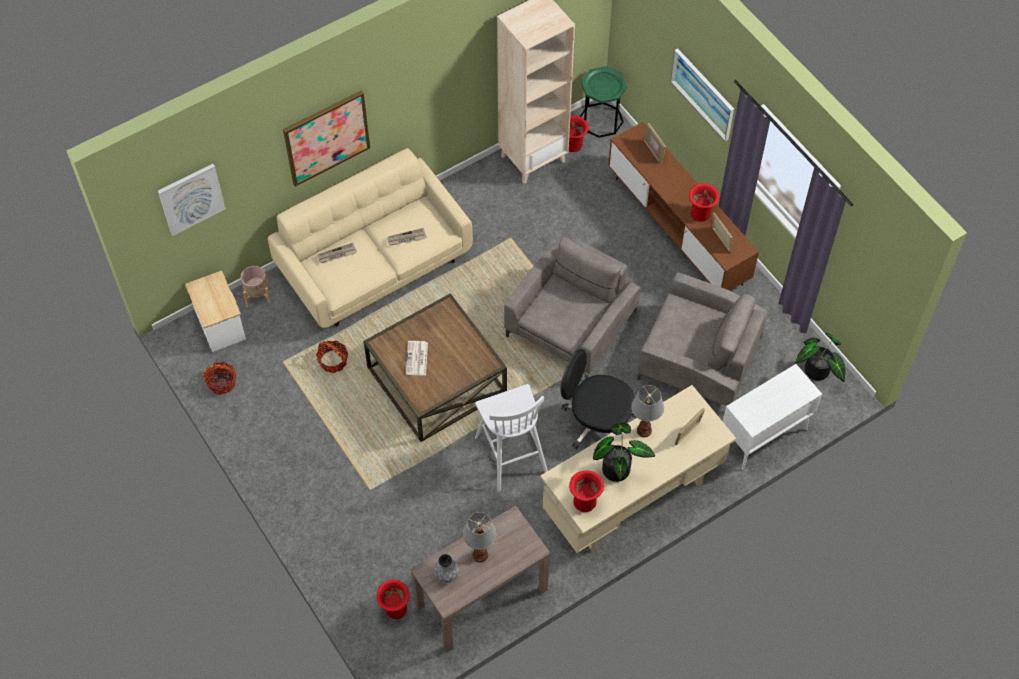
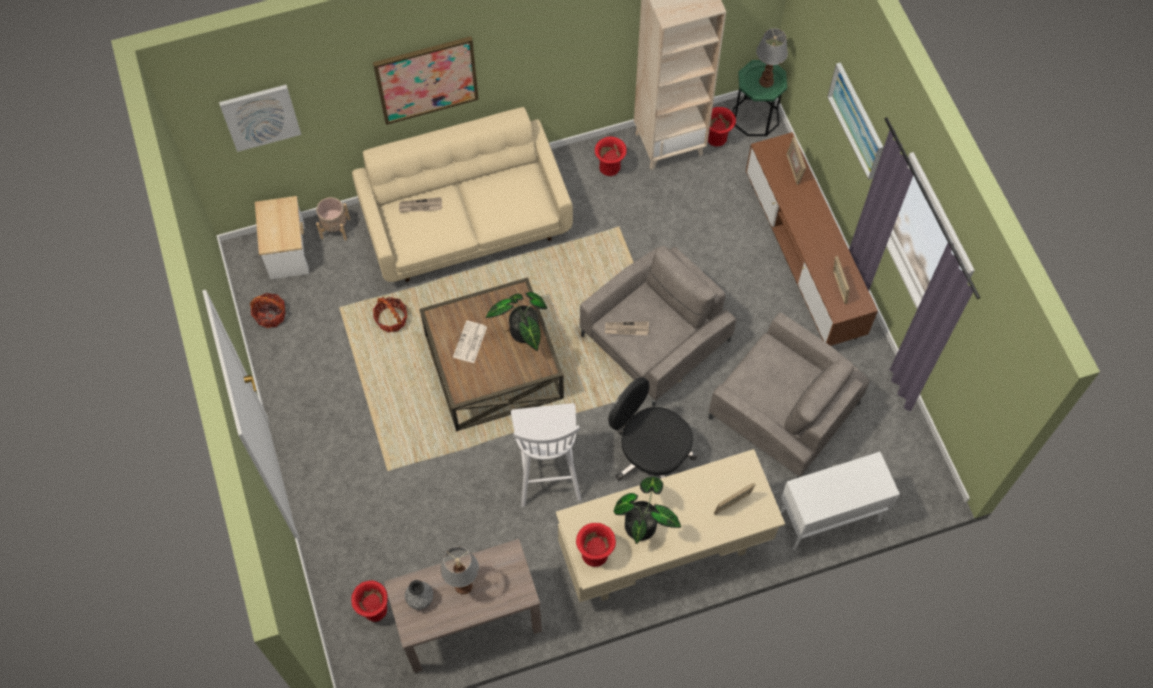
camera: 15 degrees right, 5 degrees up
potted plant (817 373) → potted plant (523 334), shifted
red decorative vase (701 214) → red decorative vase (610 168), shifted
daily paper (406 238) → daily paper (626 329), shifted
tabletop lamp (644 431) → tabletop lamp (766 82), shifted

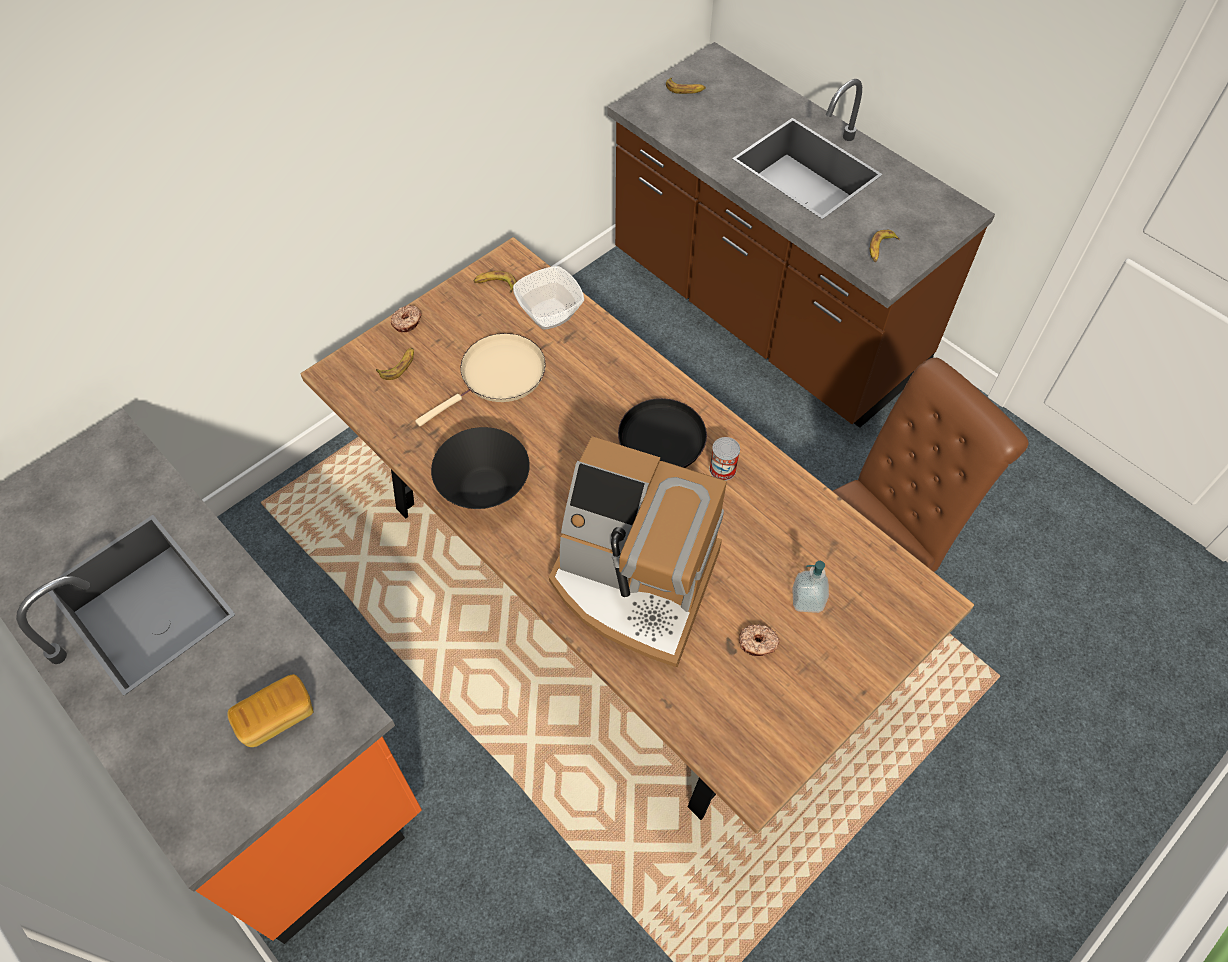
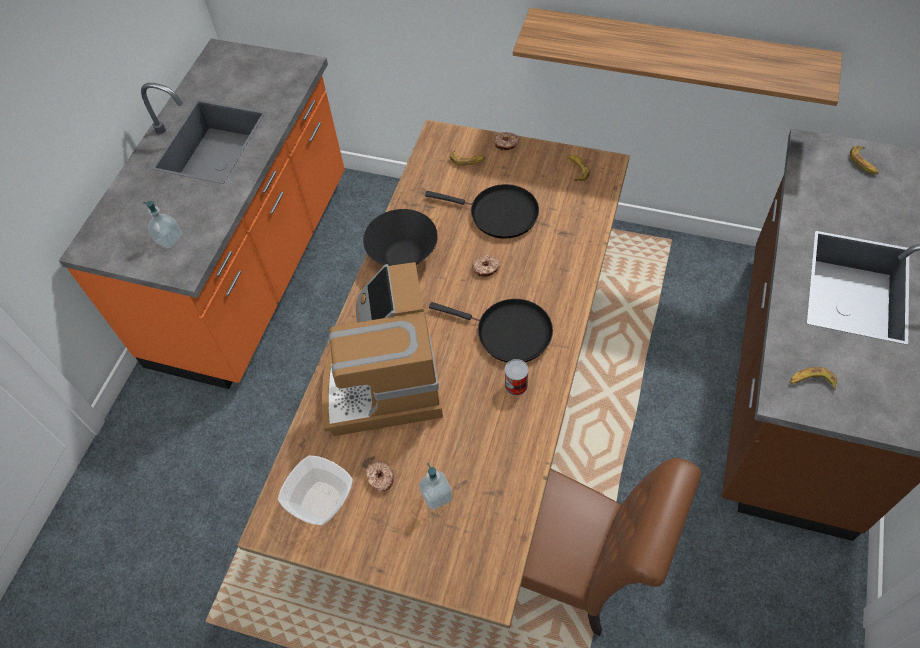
camera: 65 degrees right, 0 degrees up
baked bread (276 717) → soap bottle (169 239)
bowl (550 313) → bowl (322 500), shifted
beige skillet (498 376) → black skillet (499 214)
- → doughnut (486 268)
- → wall shelf (675 53)

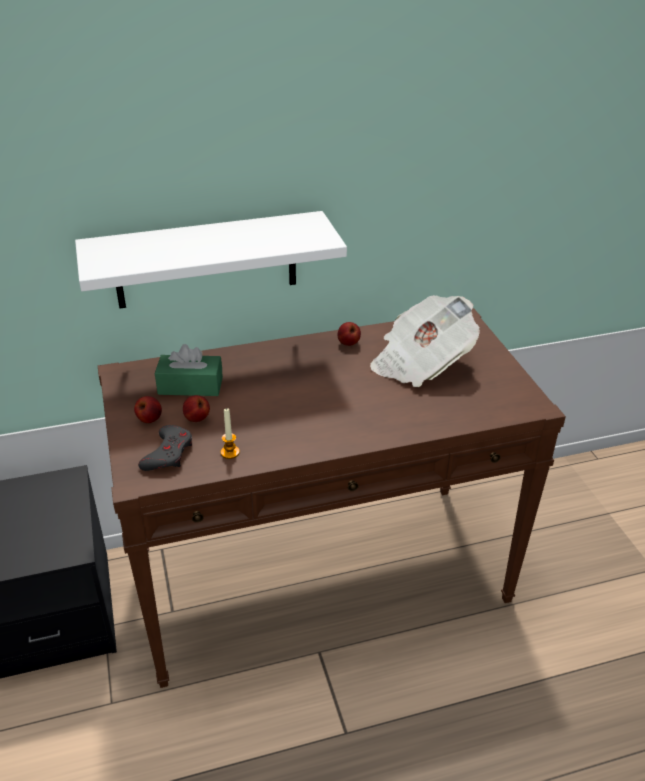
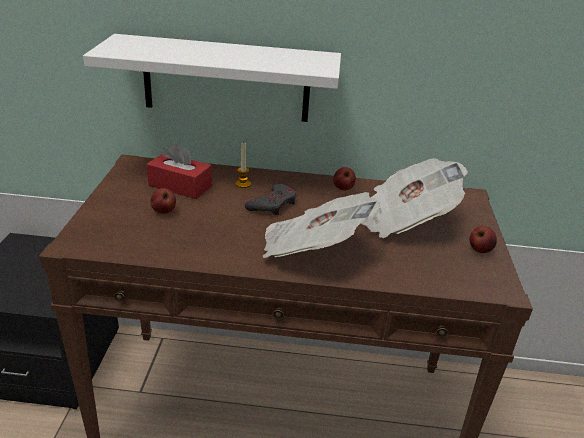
camera: 20 degrees right, 5 degrees down
green-coloured tissue holder (190 386) → red tissue holder (180 186)
candle (230 452) → candle (243 184), shifted
grey joypad (168 453) → grey joypad (273 204), shifted
- → daily paper (312 249)
apple (149 419) → apple (479 250), shifted

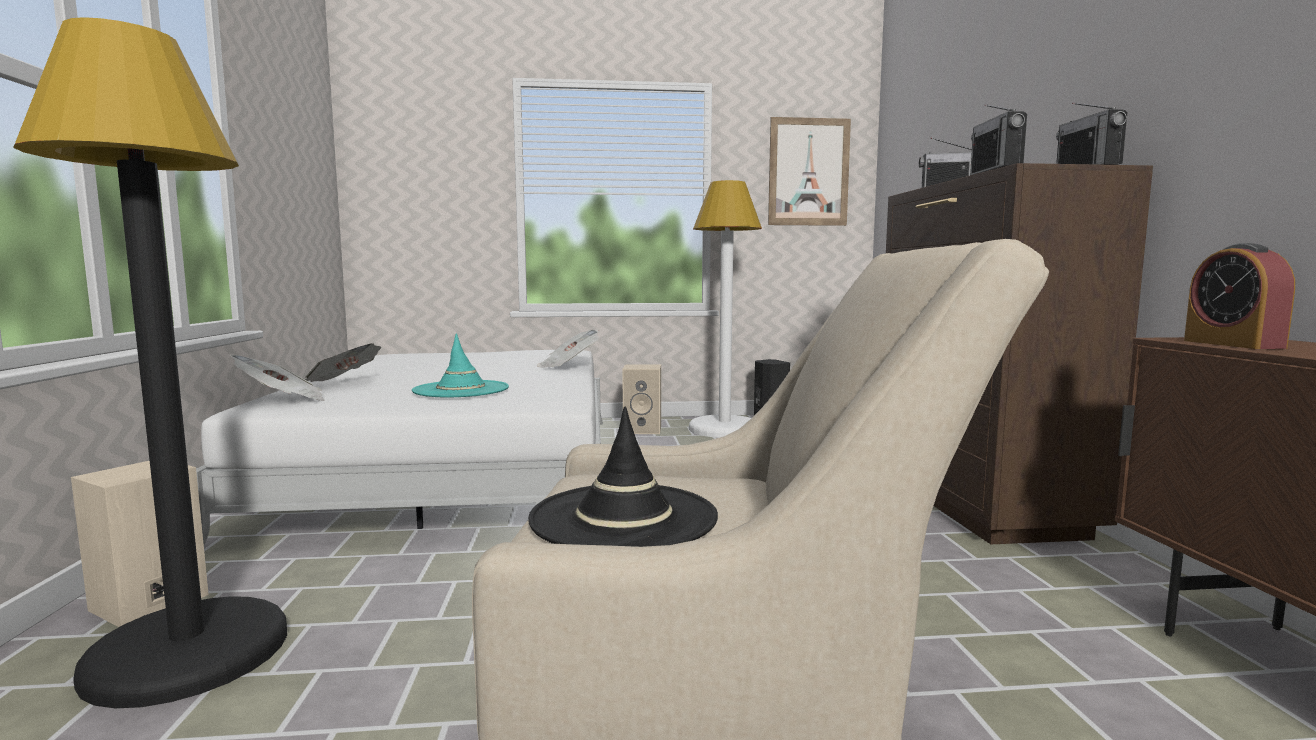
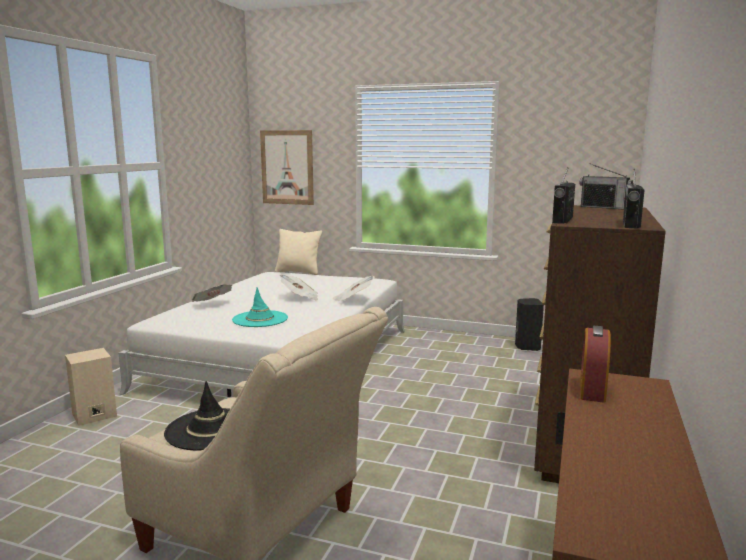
camera: 25 degrees right, 5 degrees up
picture (808 172) → picture (287 167), shifted
- → beige pillow (298 272)
daily paper (283 401) → daily paper (300 298), shifted
black standing lamp (188 653) → -
beige loudspeaker (643 430) → -
white-coloured standing lamp (724 429) → -

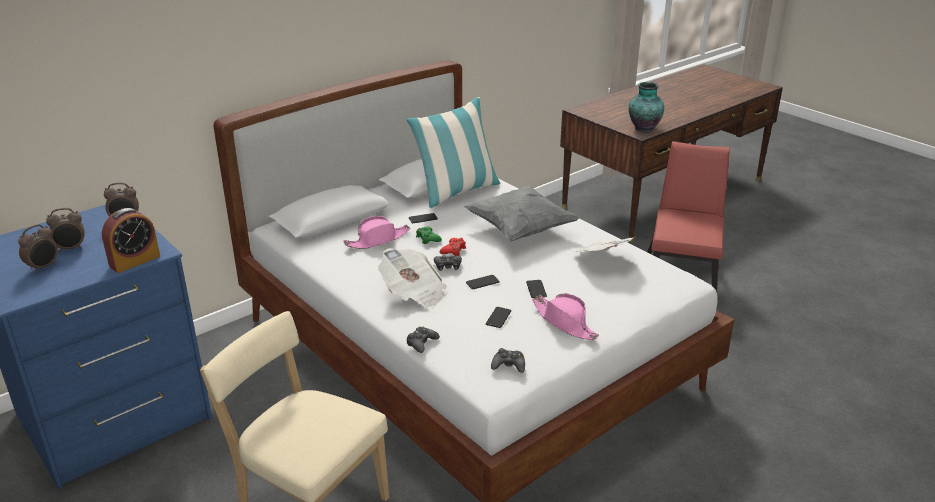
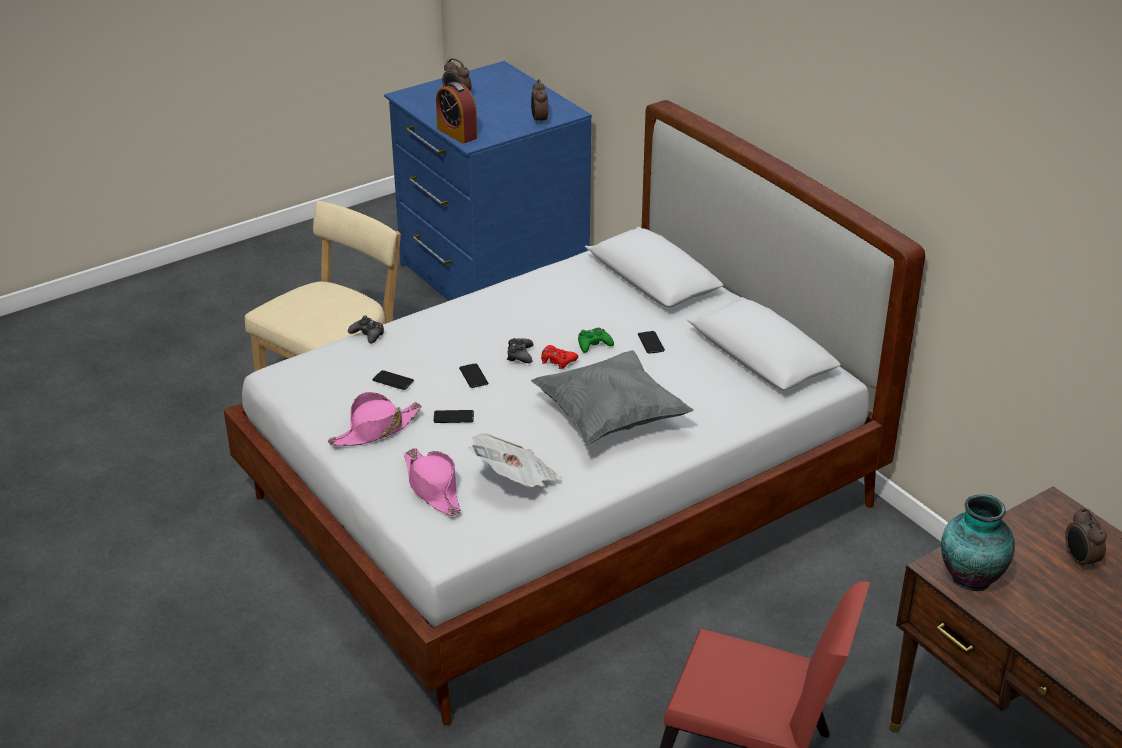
camera: 95 degrees right, 5 degrees up
pink-coloured hat (377 240) → pink-coloured hat (433 488), shifted
table clock (71 248) → table clock (1079 561), shifted
daily paper (413 293) → -
pillow (456 192) → -
black joypad (508 365) → -

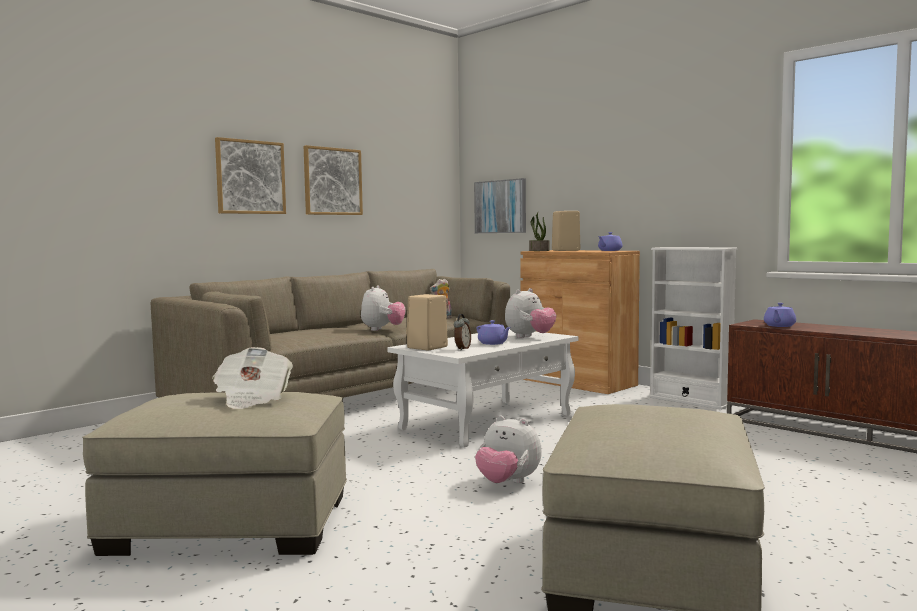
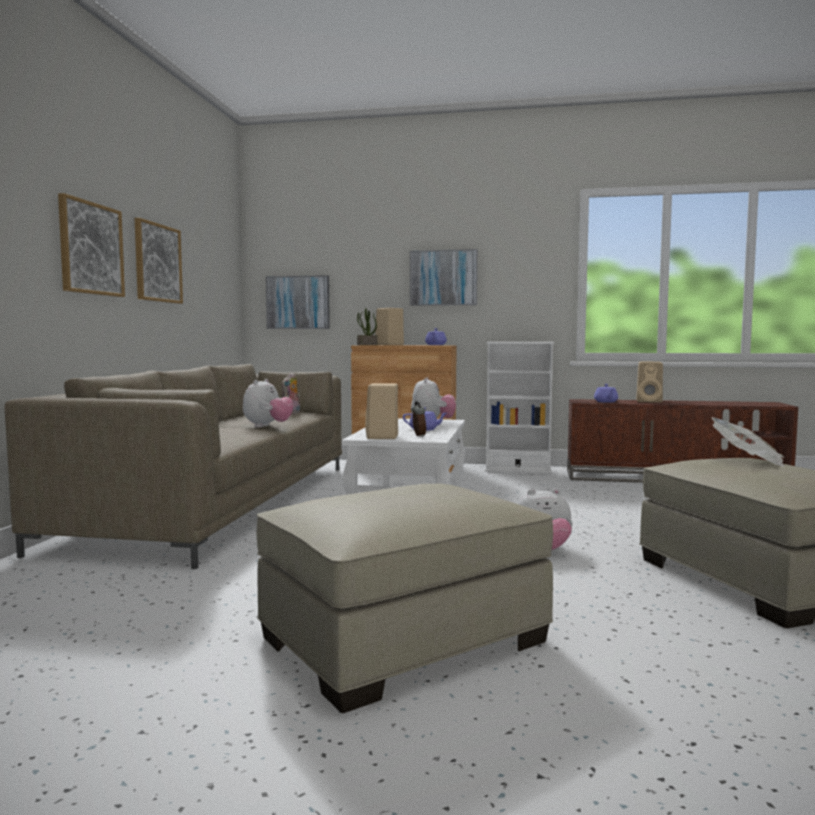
camera: 35 degrees left, 0 degrees up
soft toy (382 329) → soft toy (267 426), 45 degrees clockwise
- → picture (443 278)
- → beige loudspeaker (650 401)
daily paper (252 399) → daily paper (748 461), shifted

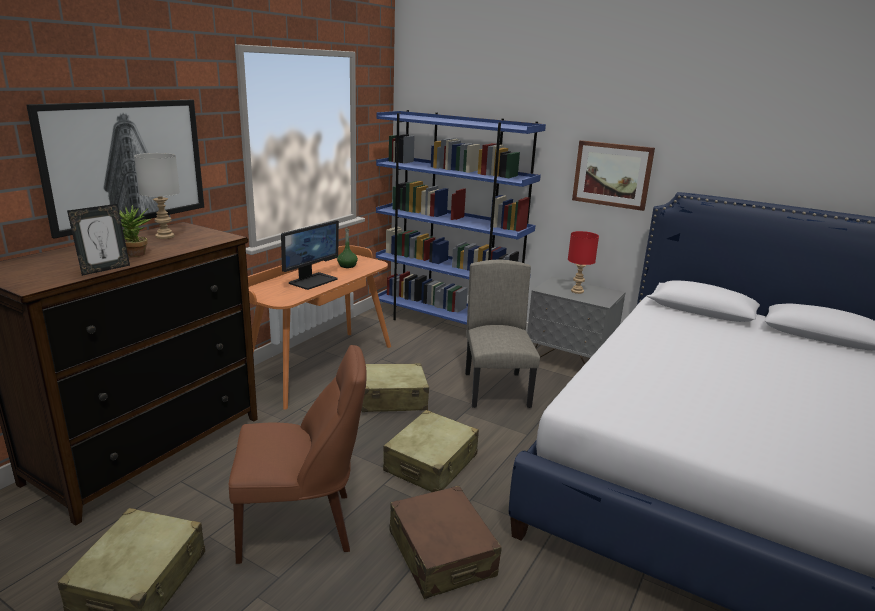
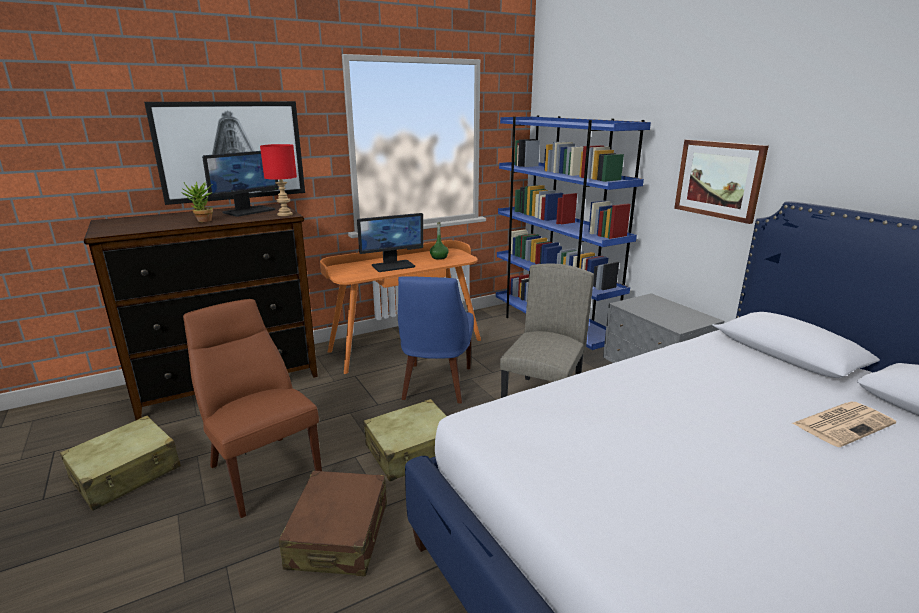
camera: 30 degrees right, 0 degrees up
brown-coloured plain chair (302 525) → brown-coloured plain chair (262 470), 150 degrees counterclockwise
grey tabletop lamp (164 236) → monitor (249 211)
red tabletop lamp (576 291) → red tabletop lamp (285 214), shifted
beige piece of luggage (391 399) → blue plain chair (435 385)
- → daily paper (843 423)
picture frame (104 269) → -

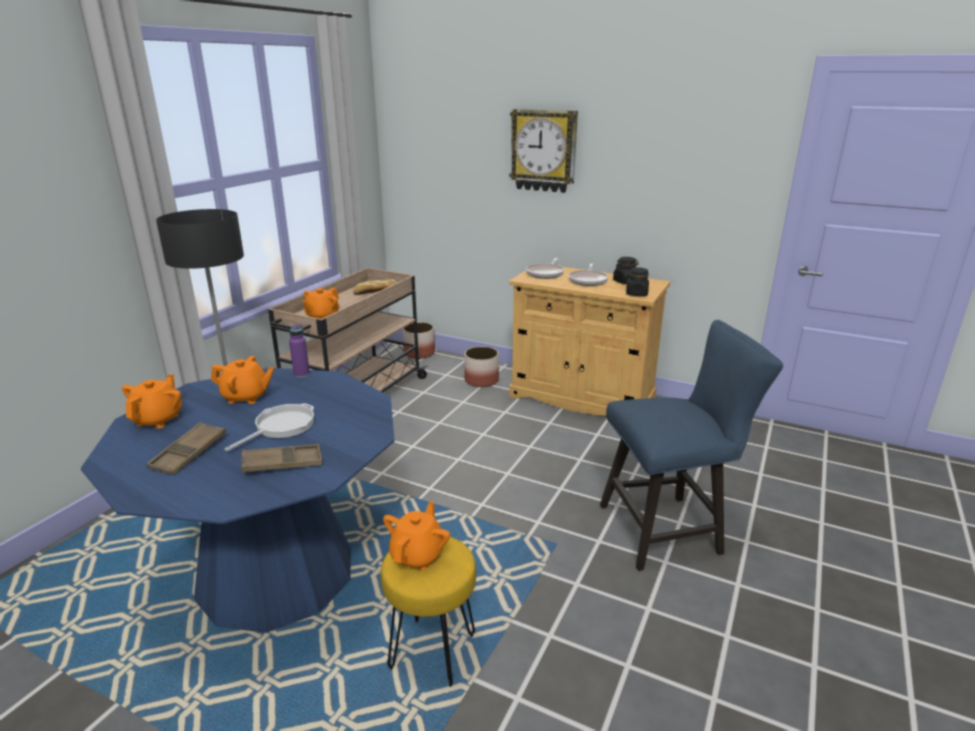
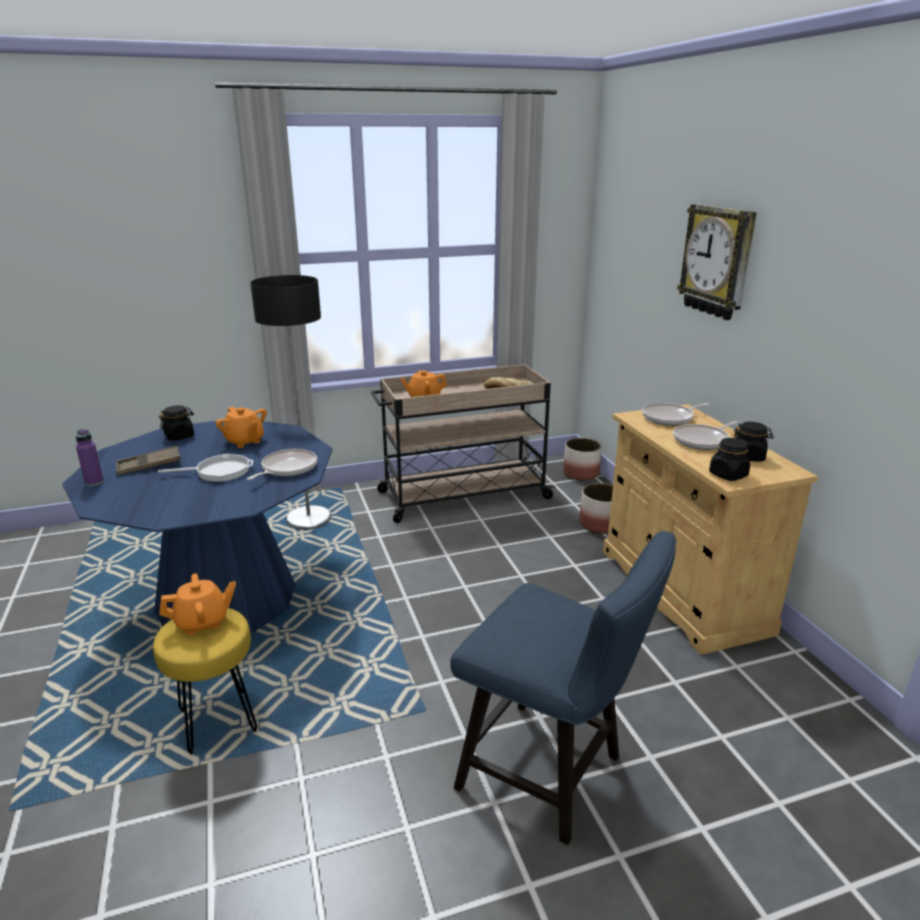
camera: 45 degrees right, 0 degrees up
purplish bottle (301 374) → purplish bottle (94 482), shifted
orangey teapot (158 419) → black storage jar (179 436)
- → skillet (287 468)
brown-coloured tray (282 463) → -

